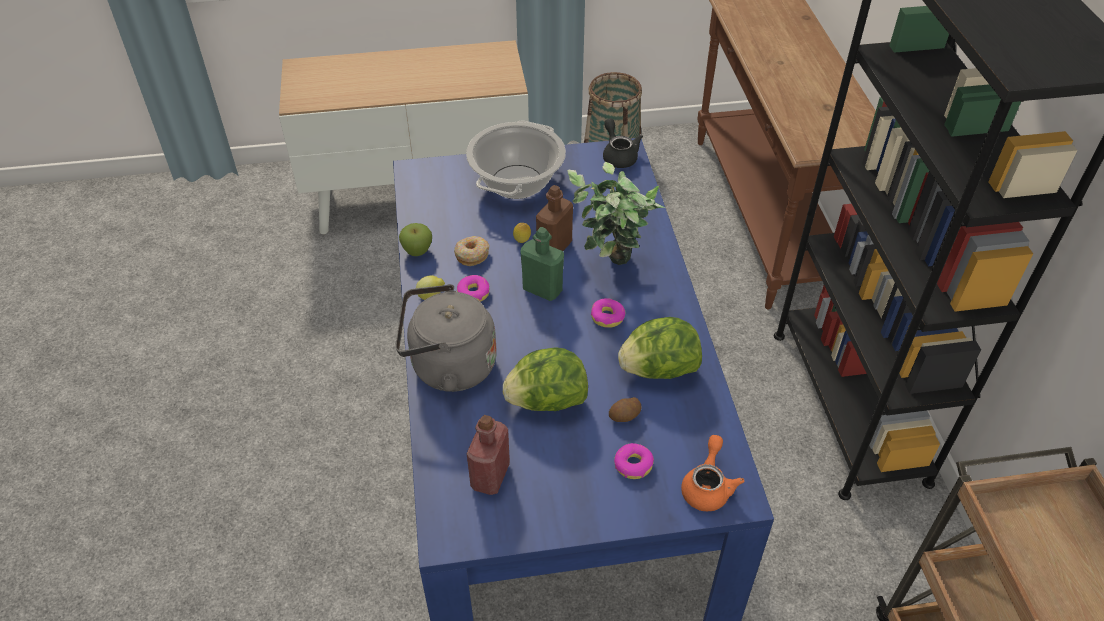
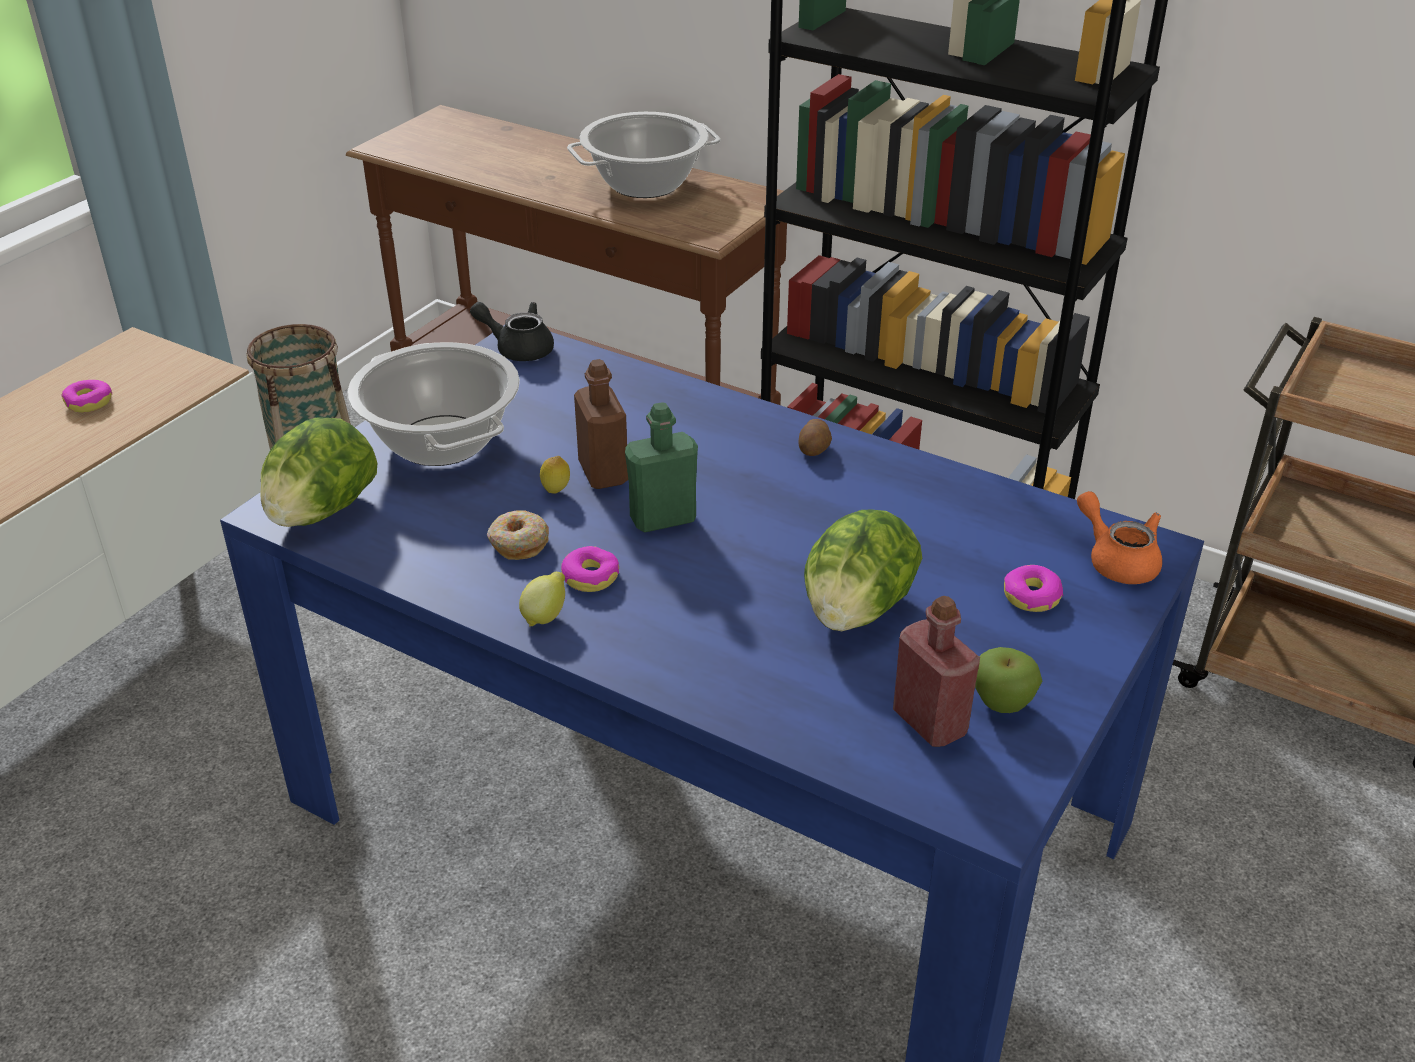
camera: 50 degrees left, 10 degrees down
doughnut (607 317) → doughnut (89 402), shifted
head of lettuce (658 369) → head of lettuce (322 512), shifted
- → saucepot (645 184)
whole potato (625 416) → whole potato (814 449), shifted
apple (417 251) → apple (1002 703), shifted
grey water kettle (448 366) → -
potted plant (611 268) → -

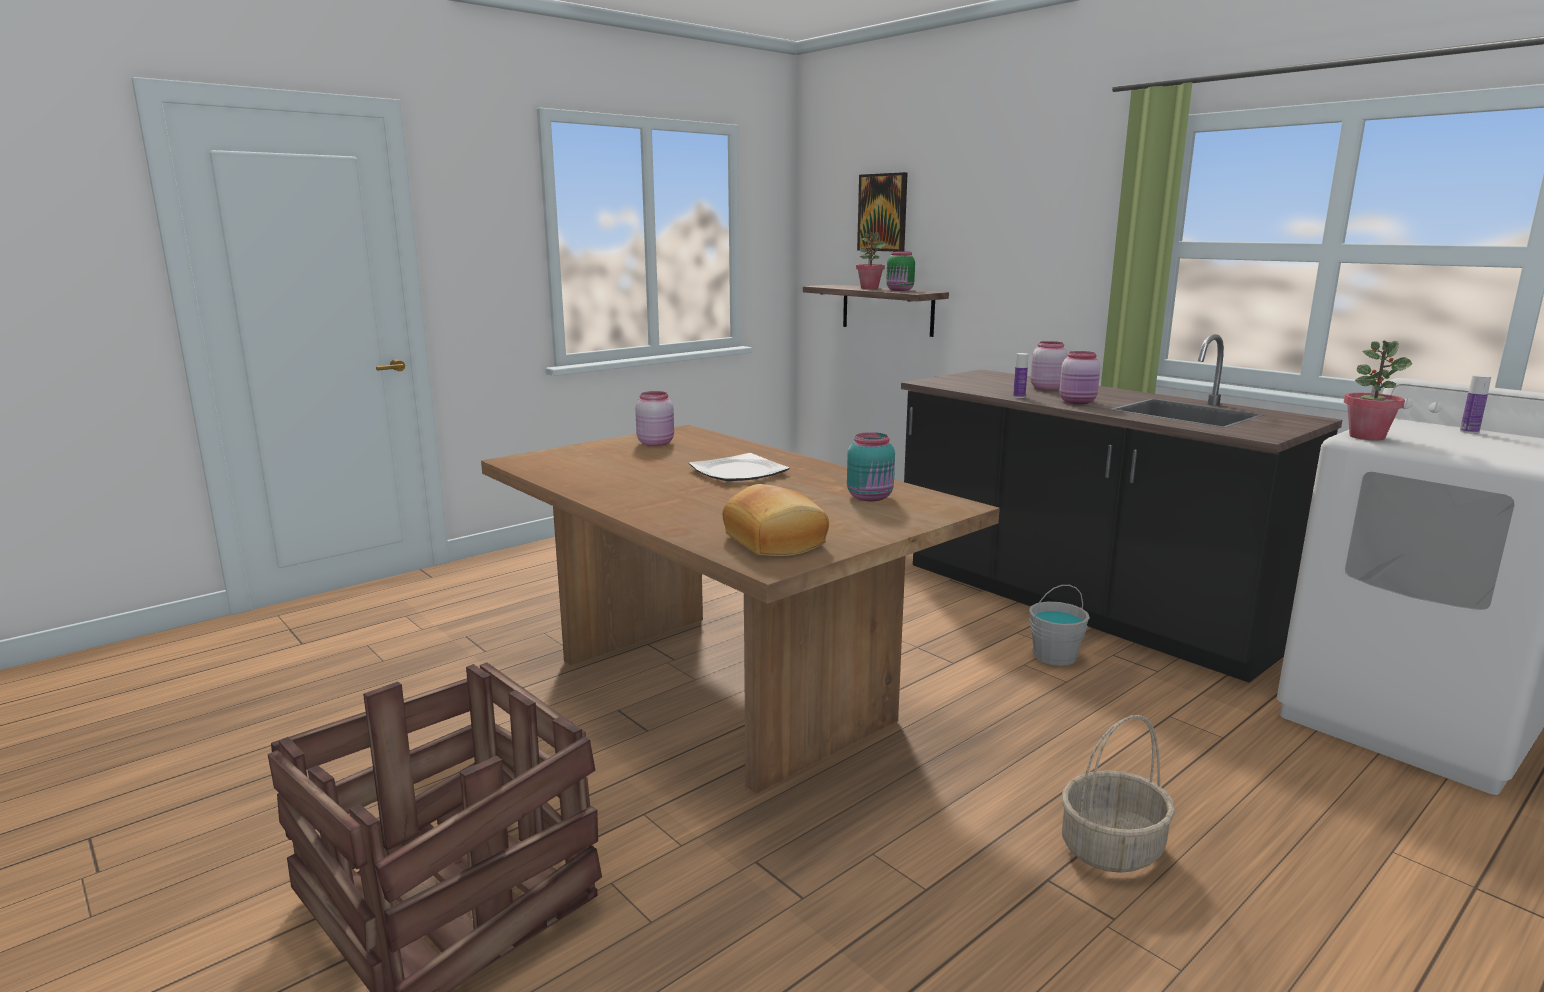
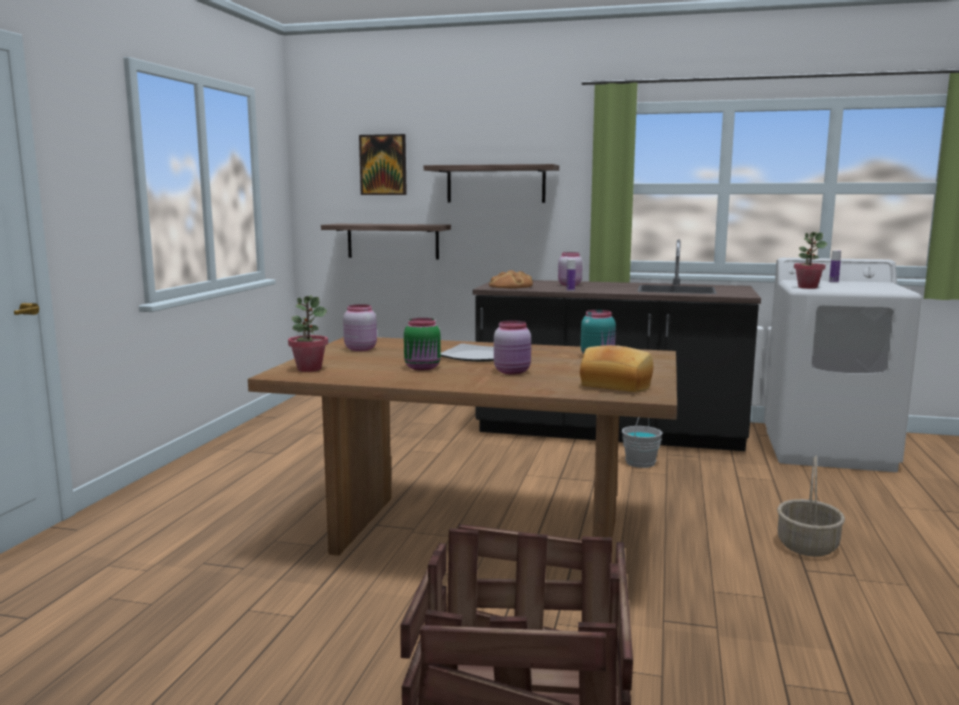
camera: 35 degrees left, 5 degrees down
potted plant (869 288) → potted plant (309 369), shifted
green-coloured storage jar (900 290) → green-coloured storage jar (423 368), shifted
- → wall shelf (495 184)
- → baked bread (511 286)
pink-coloured storage jar (1078 402) → pink-coloured storage jar (513 372), shifted

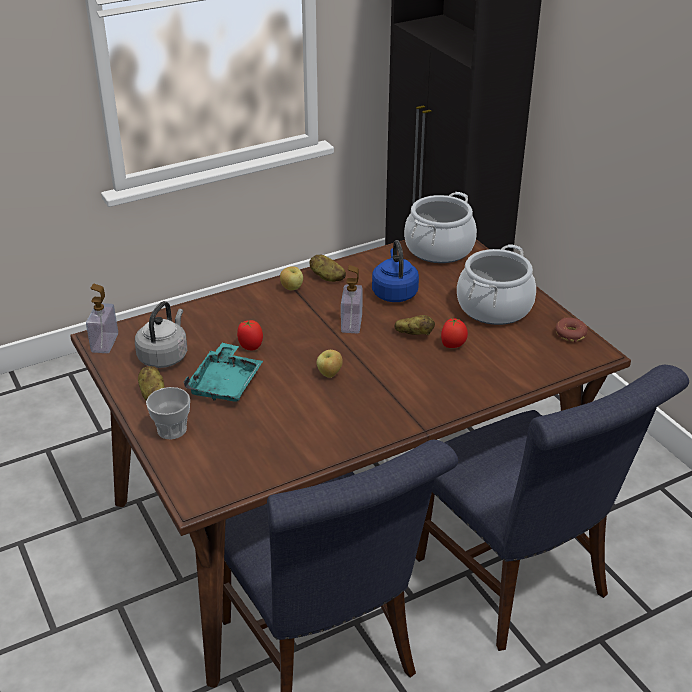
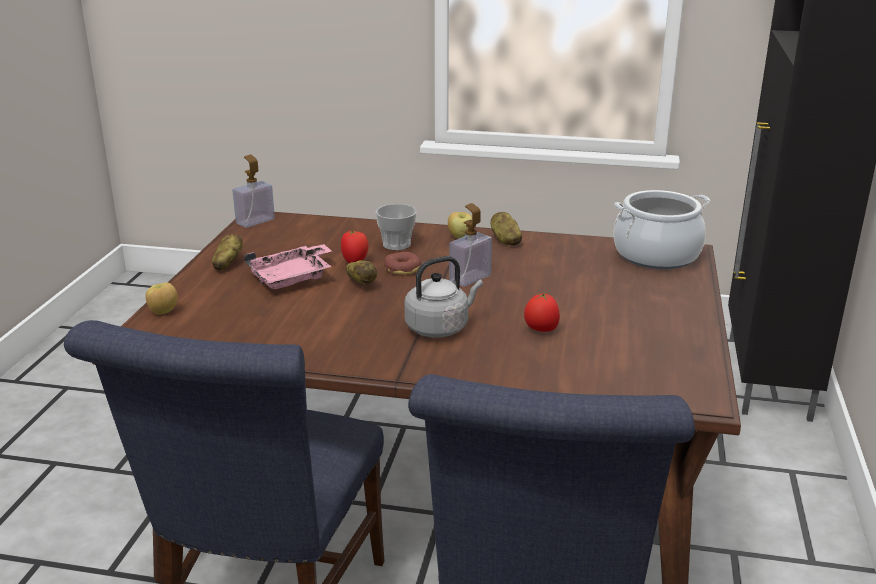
camera: 40 degrees right, 10 degrees down
apple (329 374) → apple (163 312), shifted
turquoise tray (226 383) → pink-coloured tray (292 277)
whole potato (414 334) → whole potato (361 283), shifted
drinking cup (172 430) → drinking cup (396 244), shifted
doughnut (570 334) → doughnut (402 269), shifted
grey water kettle (164 356) → grey water kettle (440 327), shifted
blue water kettle (394 292) → -
saucepot (494 307) → -

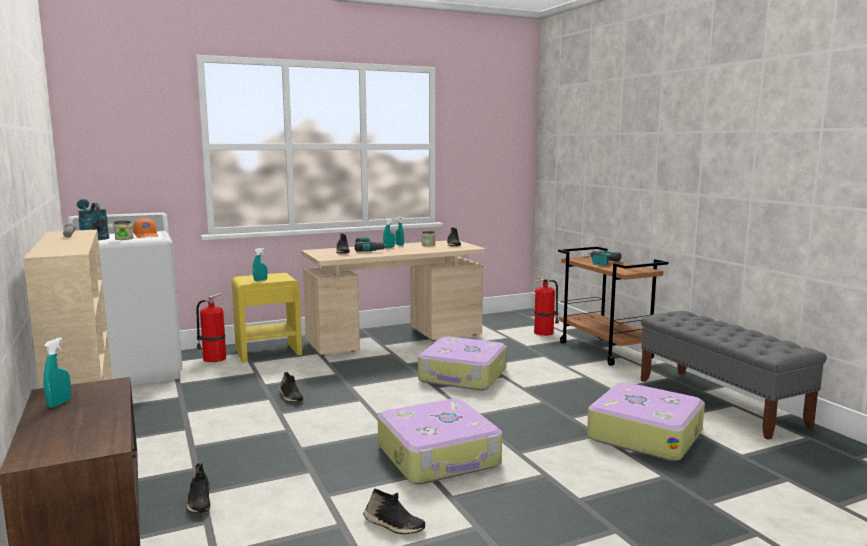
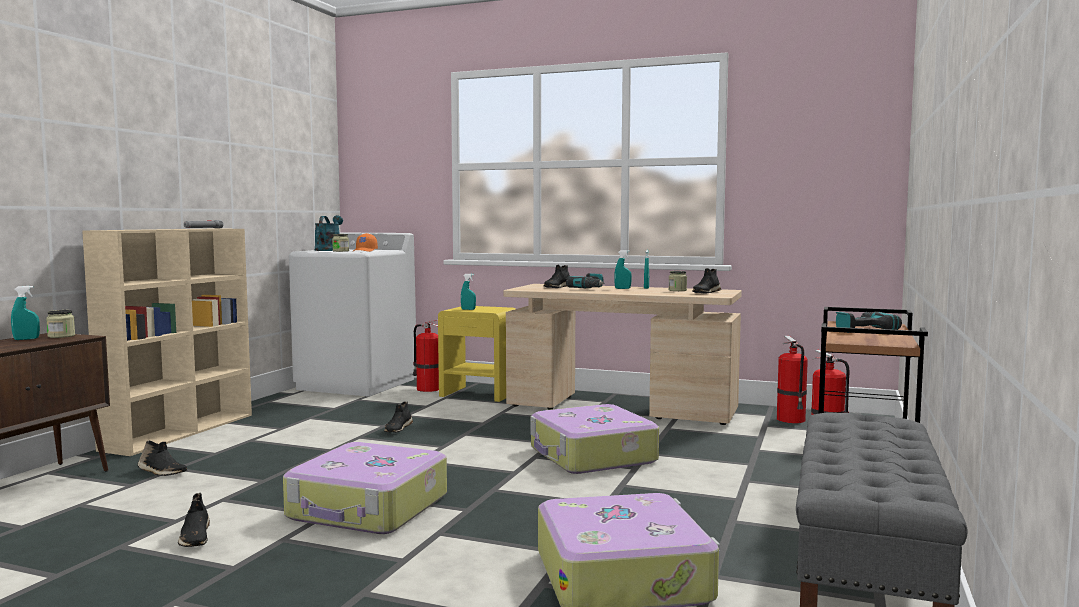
camera: 45 degrees right, 5 degrees down
- → storage jar (61 336)
black item of footwear (199 501) → black item of footwear (161 472), 90 degrees counterclockwise
- → fire-fighting cylinder (791 420)

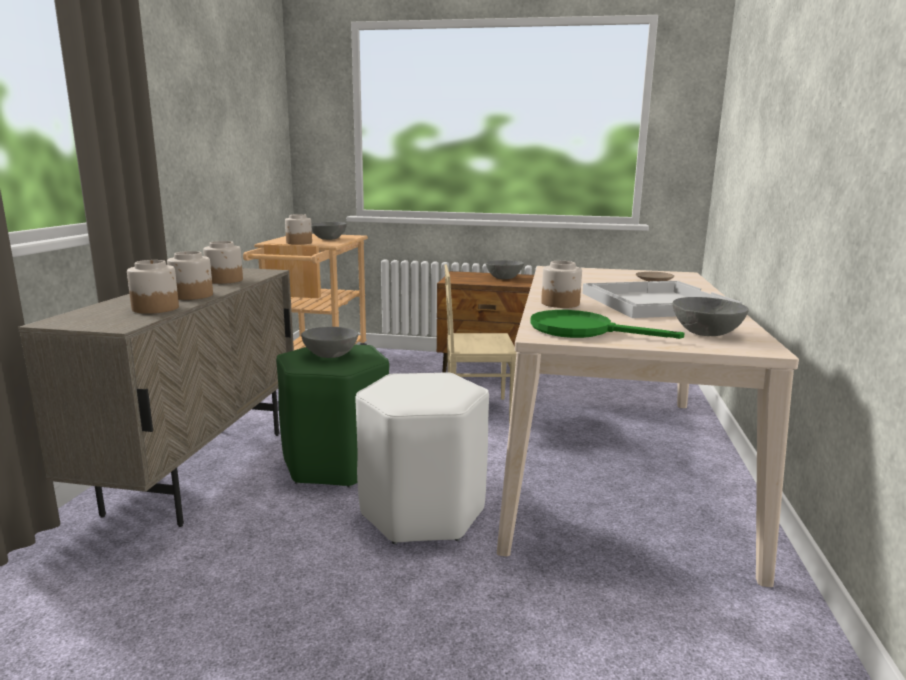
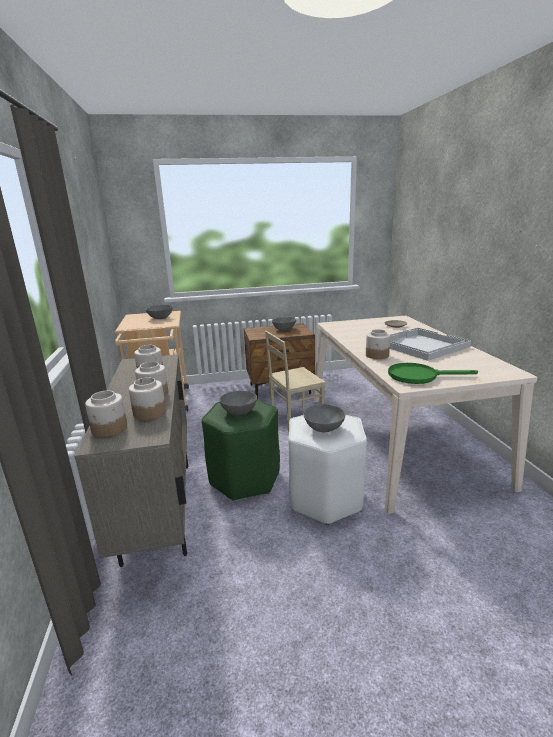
camera: 20 degrees left, 5 degrees up
storage jar (299 243) → storage jar (109 428), shifted
grey bowl (706 333) → grey bowl (324 428), shifted

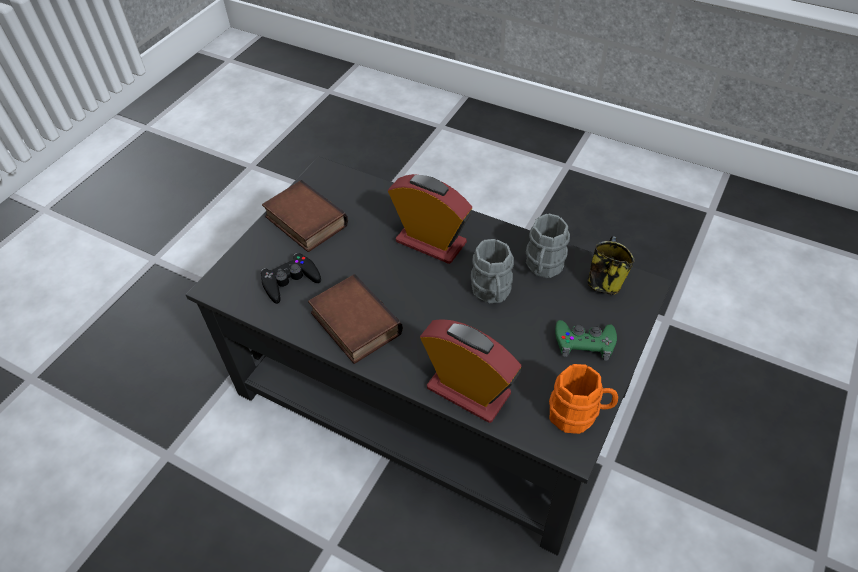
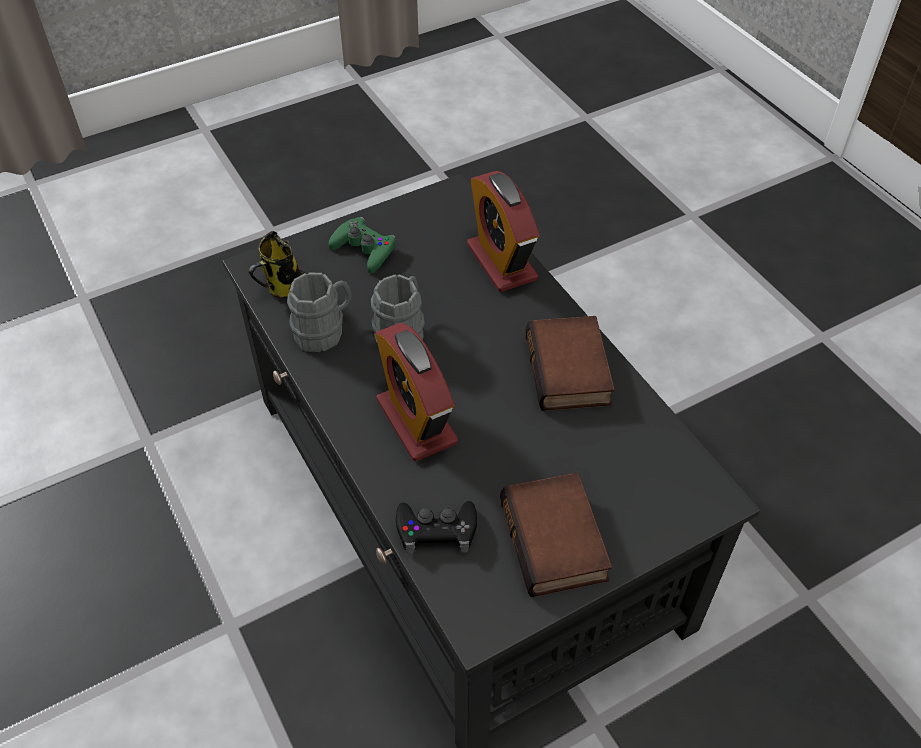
camera: 150 degrees left, 0 degrees up
black joypad (290 281) → black joypad (436 530), shifted
orangey mug (579 414) → -

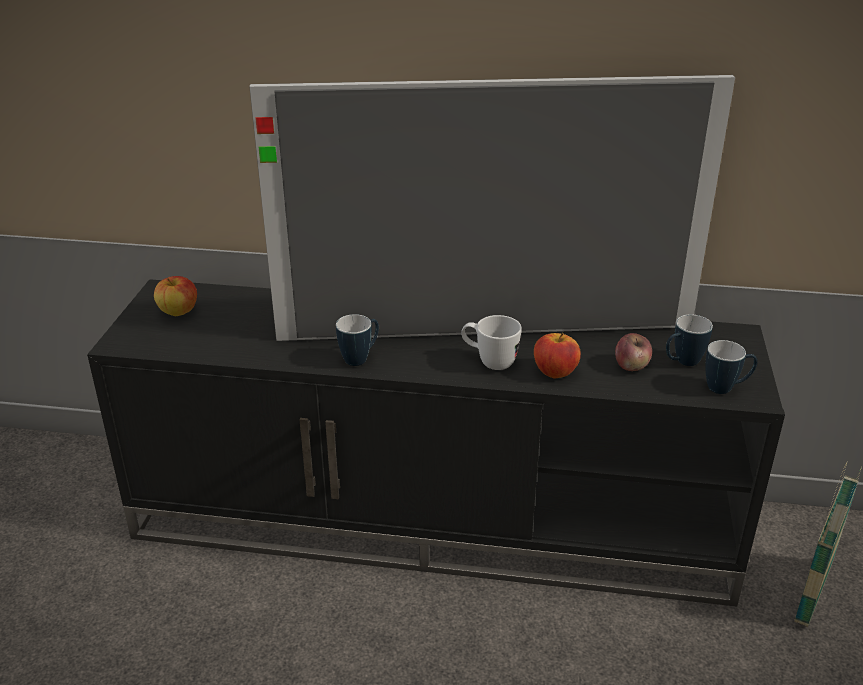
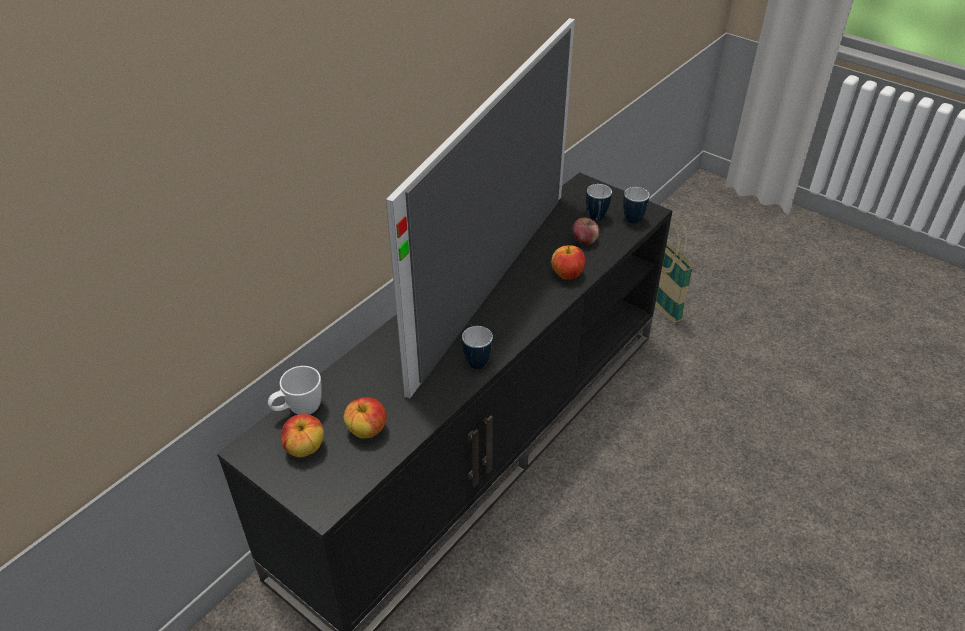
camera: 60 degrees left, 10 degrees up
white-coloured mug (489 362) → white-coloured mug (298 410), shifted
- → apple (367 430)

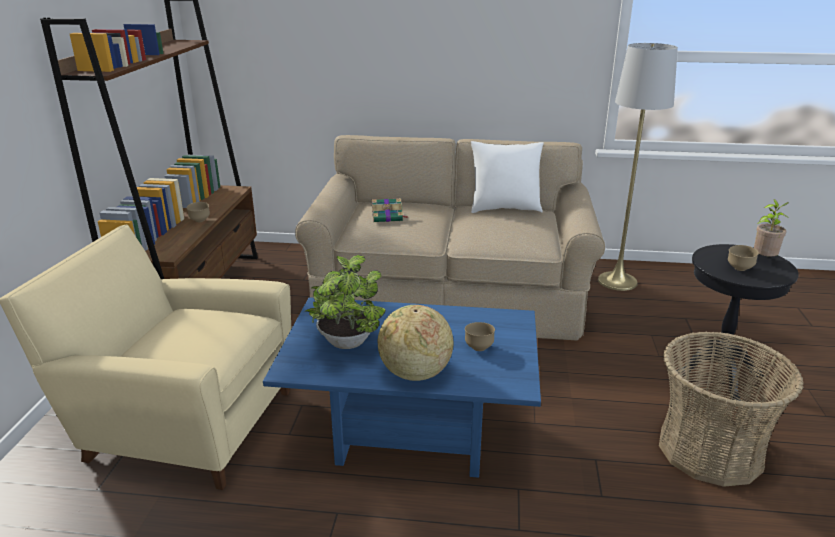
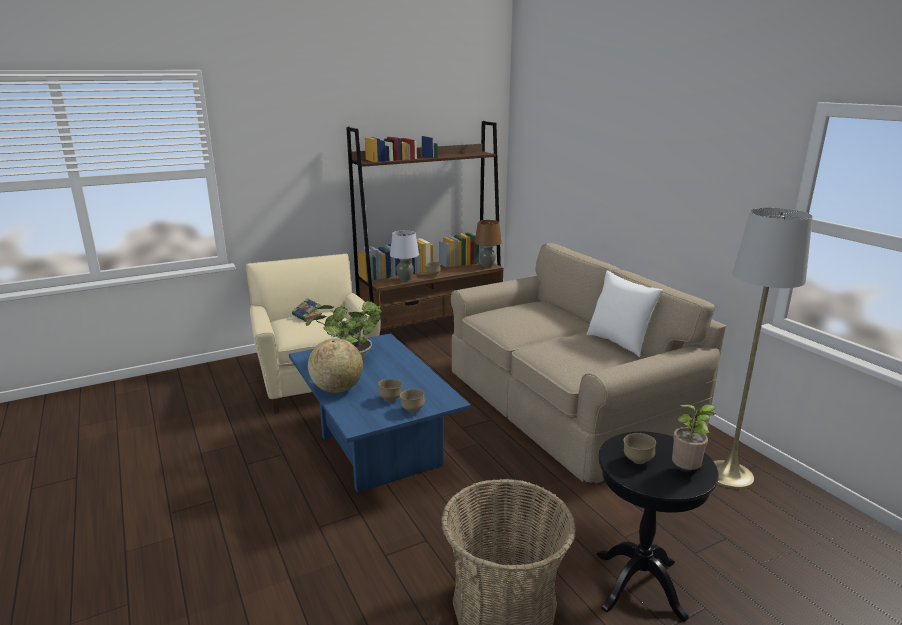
camera: 55 degrees right, 5 degrees down
book (388 217) → book (308 316), shifted
- → grey tabletop lamp (405 280)
- → brown-coloured bowl (412 410)
- → brown-coloured tabletop lamp (487 266)

